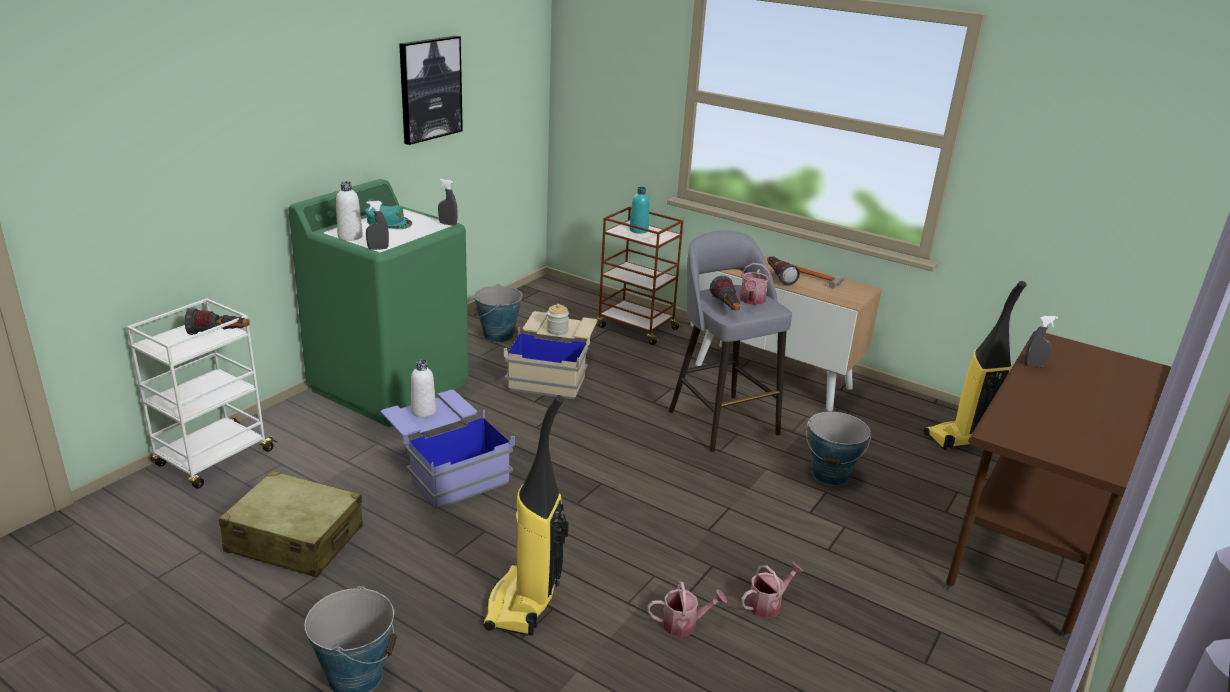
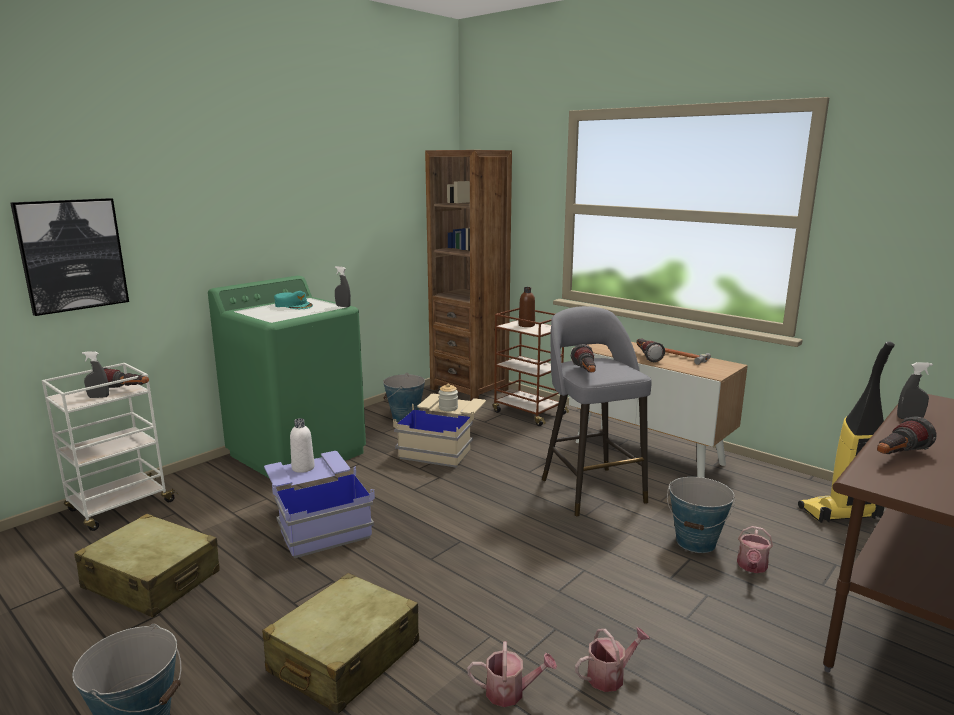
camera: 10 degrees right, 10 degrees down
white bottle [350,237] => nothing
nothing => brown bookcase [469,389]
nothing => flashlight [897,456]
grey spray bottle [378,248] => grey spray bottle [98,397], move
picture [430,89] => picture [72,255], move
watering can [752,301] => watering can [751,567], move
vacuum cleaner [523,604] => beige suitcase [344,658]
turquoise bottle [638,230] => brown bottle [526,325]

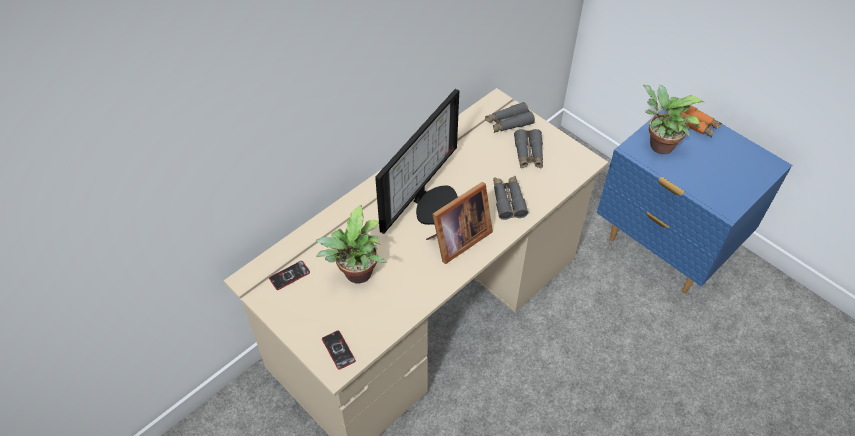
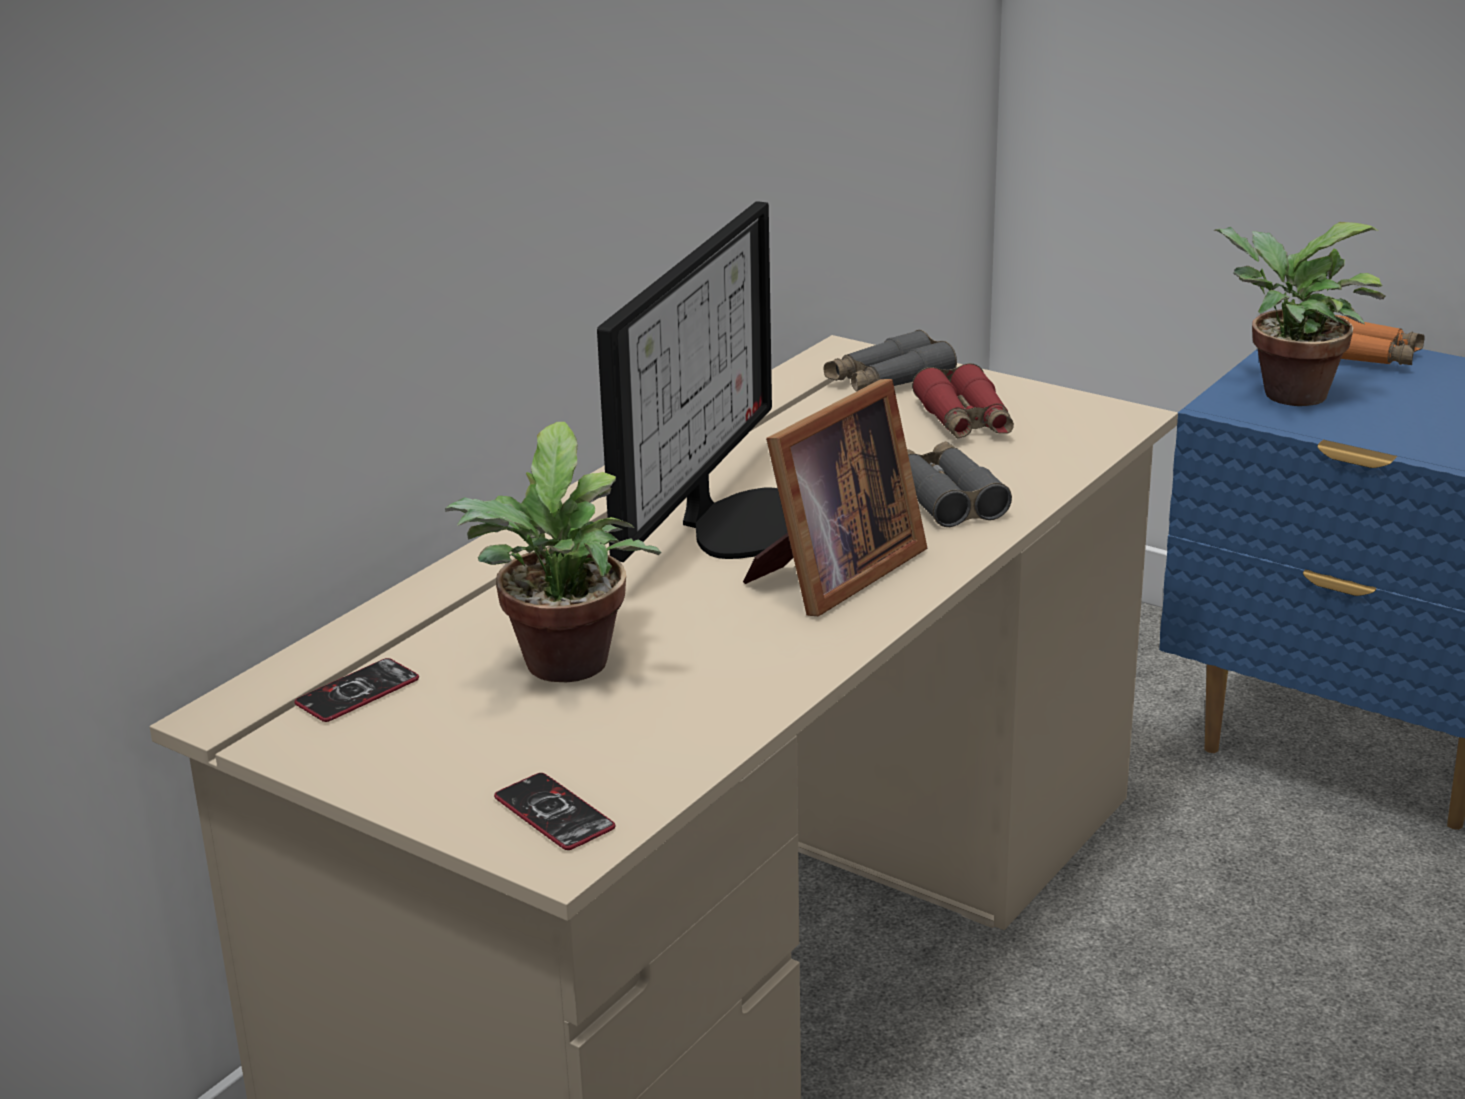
camera: 10 degrees left, 25 degrees down
grey binoculars [528,154] => red binoculars [964,421]

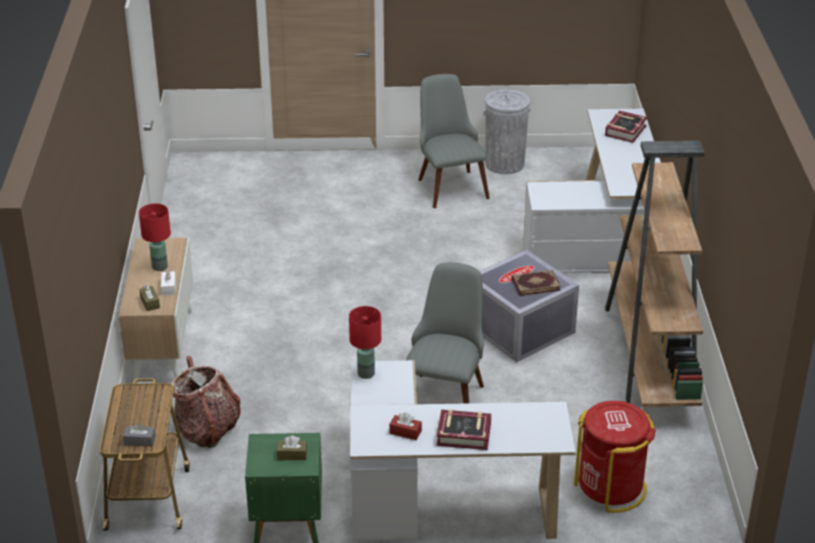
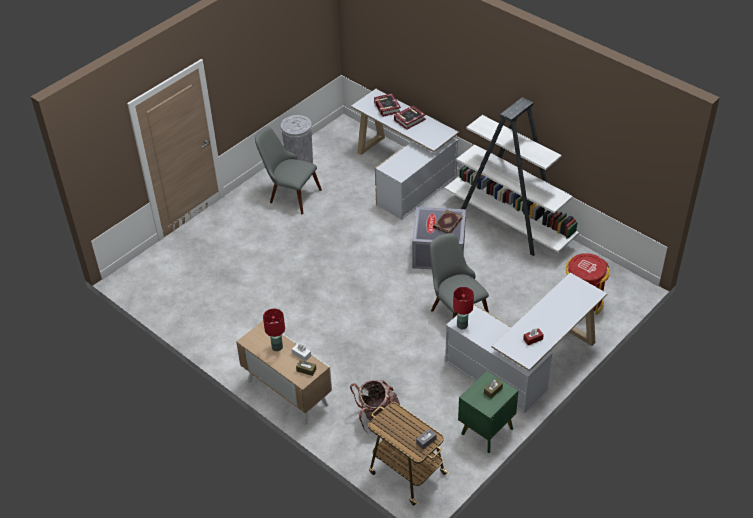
camera: 45 degrees left, 10 degrees up
book [464,434] => book [409,120], move
brown bookcase [649,354] => white bookcase [509,224]

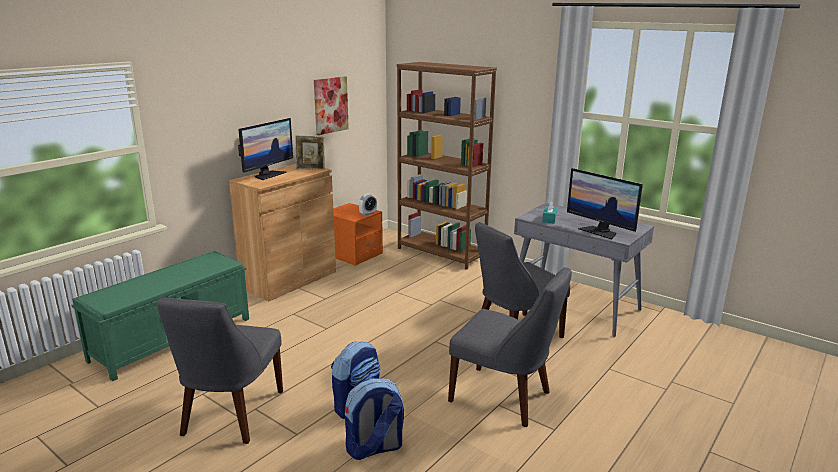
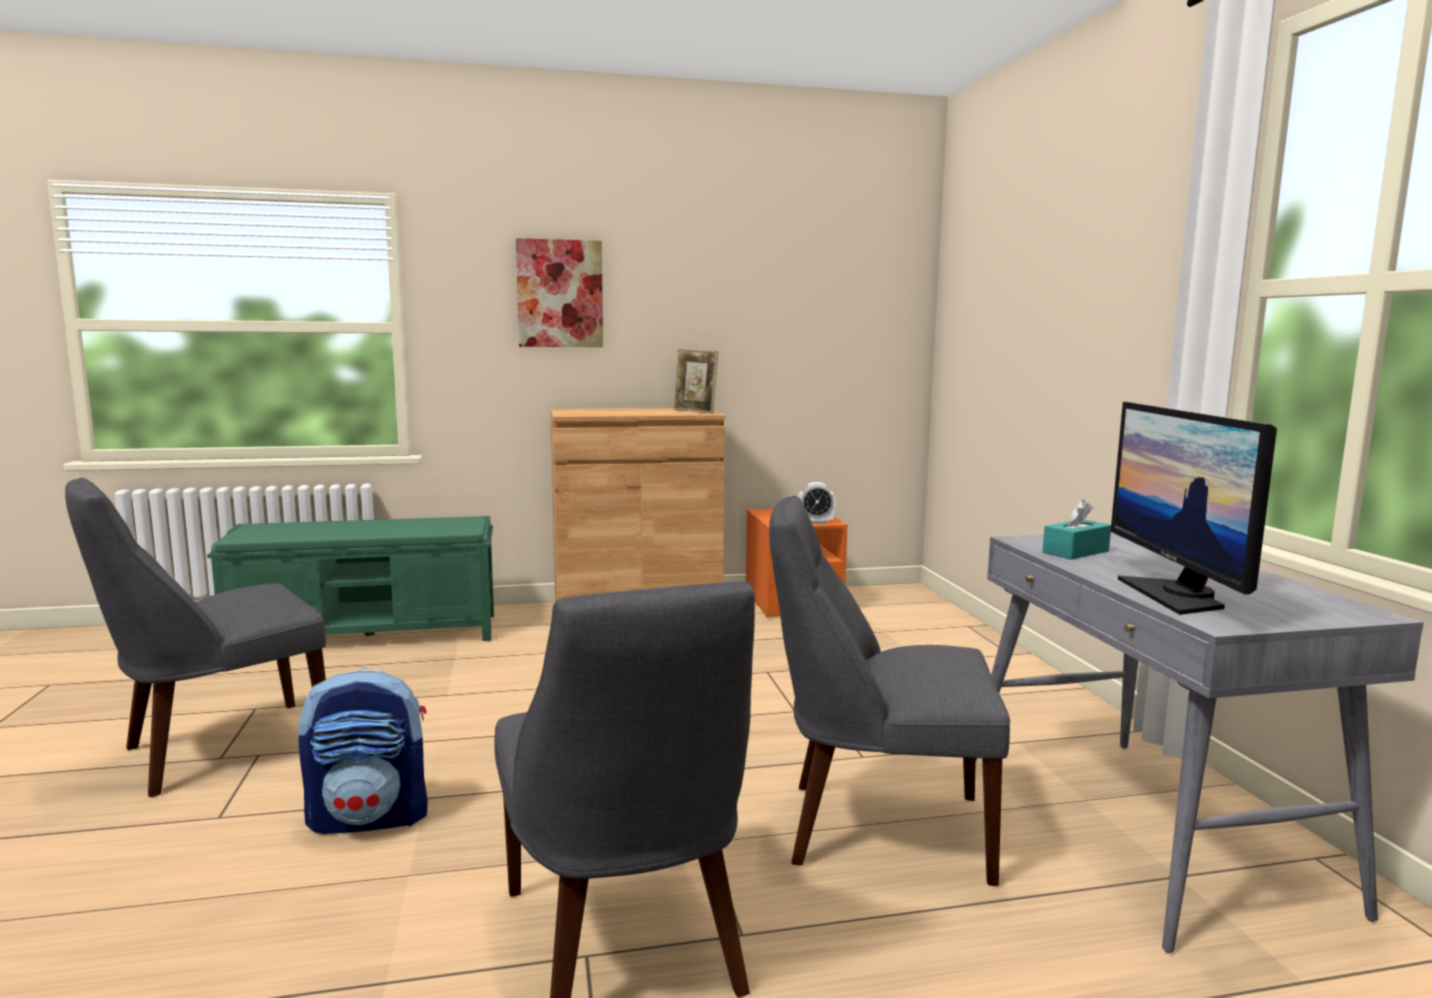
camera: 40 degrees right, 10 degrees down
monitor [268,175] => nothing
backpack [374,449] => nothing
brown bookcase [441,253] => nothing
picture [330,105] => picture [560,294], move

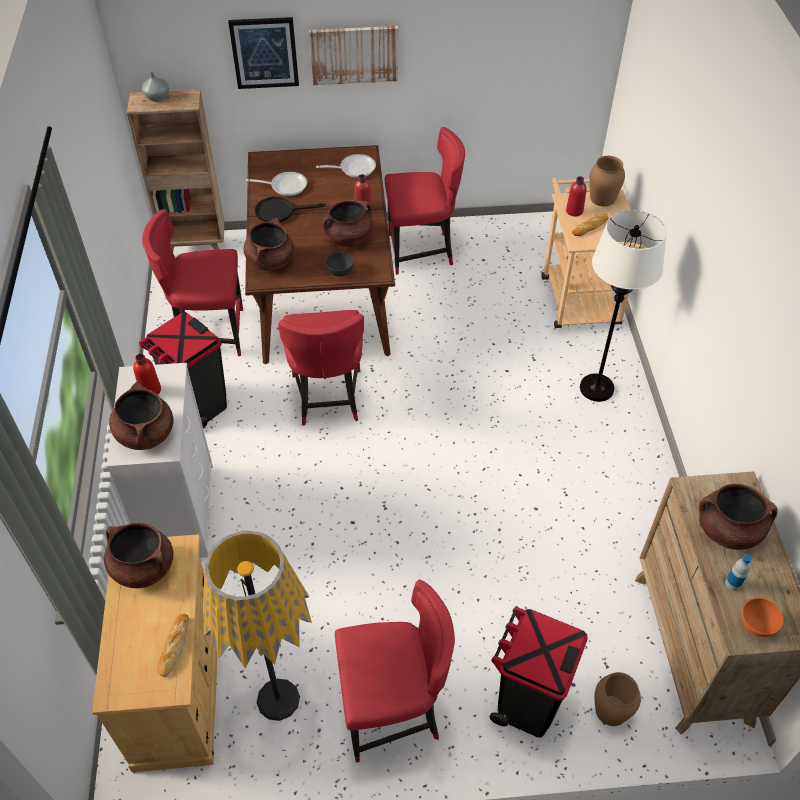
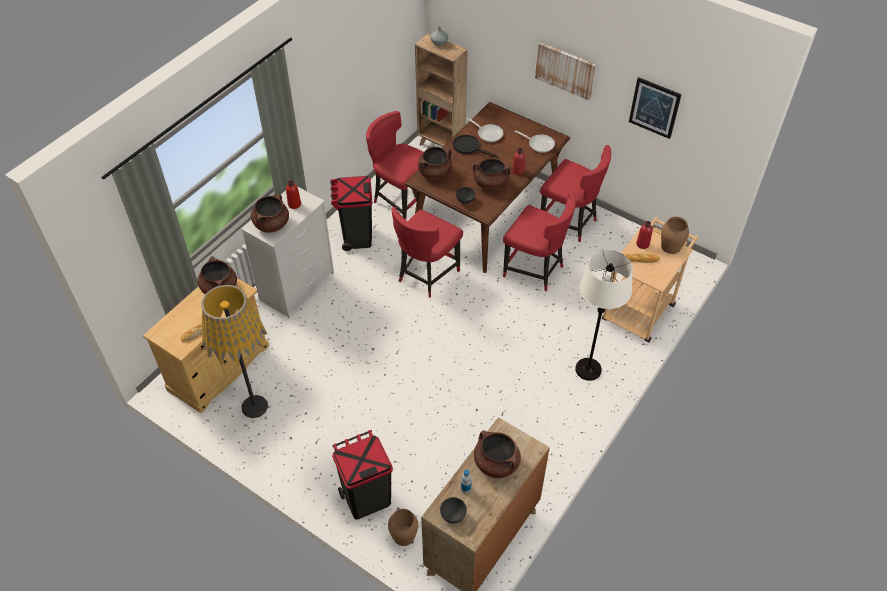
camera: 40 degrees right, 0 degrees up
picture [264,53] => picture [654,107], move
red chair [393,712] => red chair [535,270], move
orange bowl [756,625] => grey bowl [453,515]

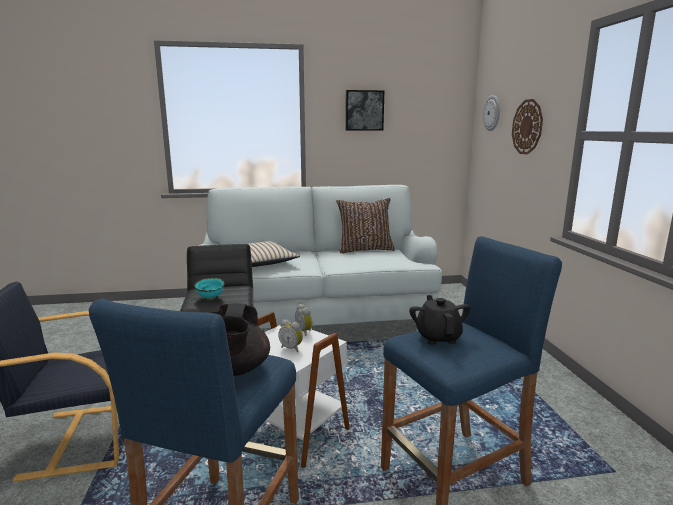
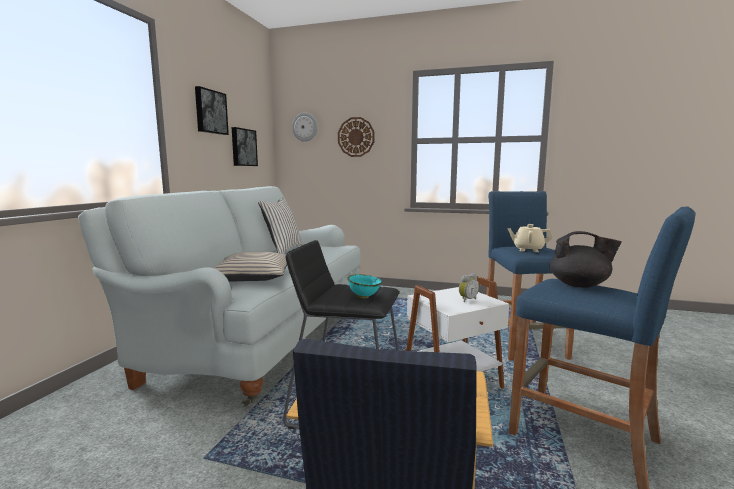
camera: 65 degrees left, 5 degrees down
alarm clock [305,331] => nothing
nothing => picture [243,147]
brown pillow [365,249] => white pillow [283,249]
black teapot [438,337] => beige teapot [528,250]

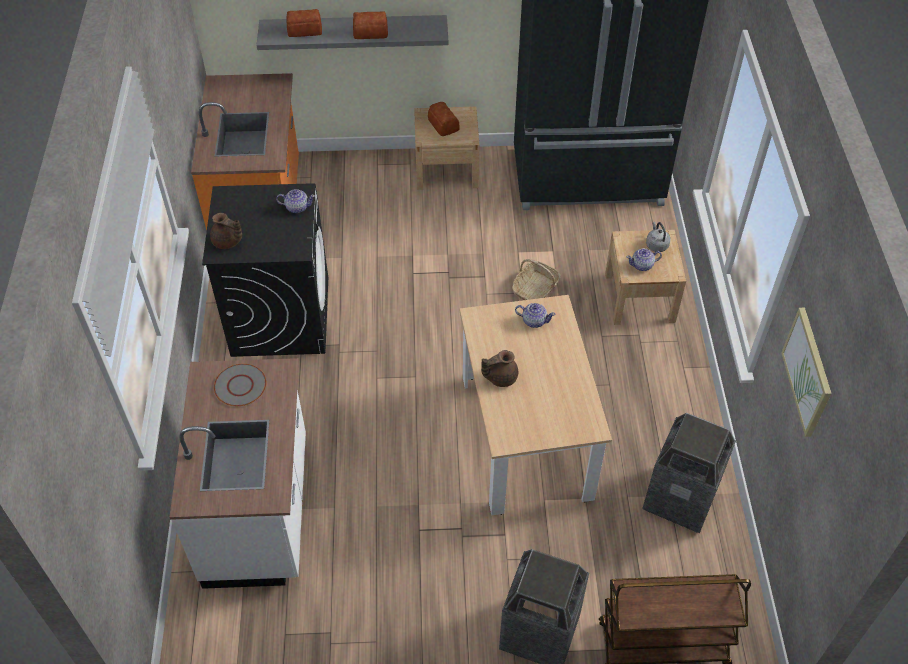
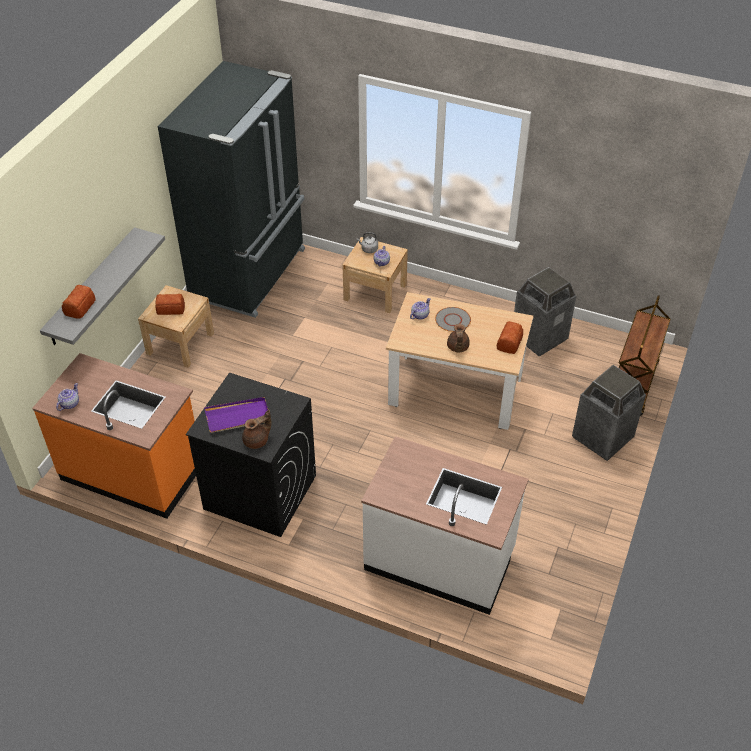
camera: 65 degrees left, 5 degrees down
basket [535,288] => nothing
picture [808,371] => nothing
nothing => purple tray [238,417]
grey plate [240,385] => grey plate [452,320], move
teapot [297,207] => teapot [69,404], move
bread [369,32] => bread [508,343], move

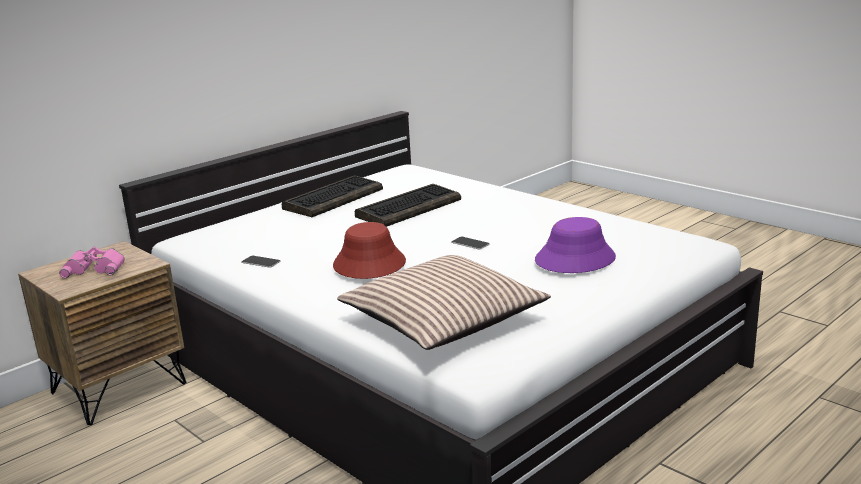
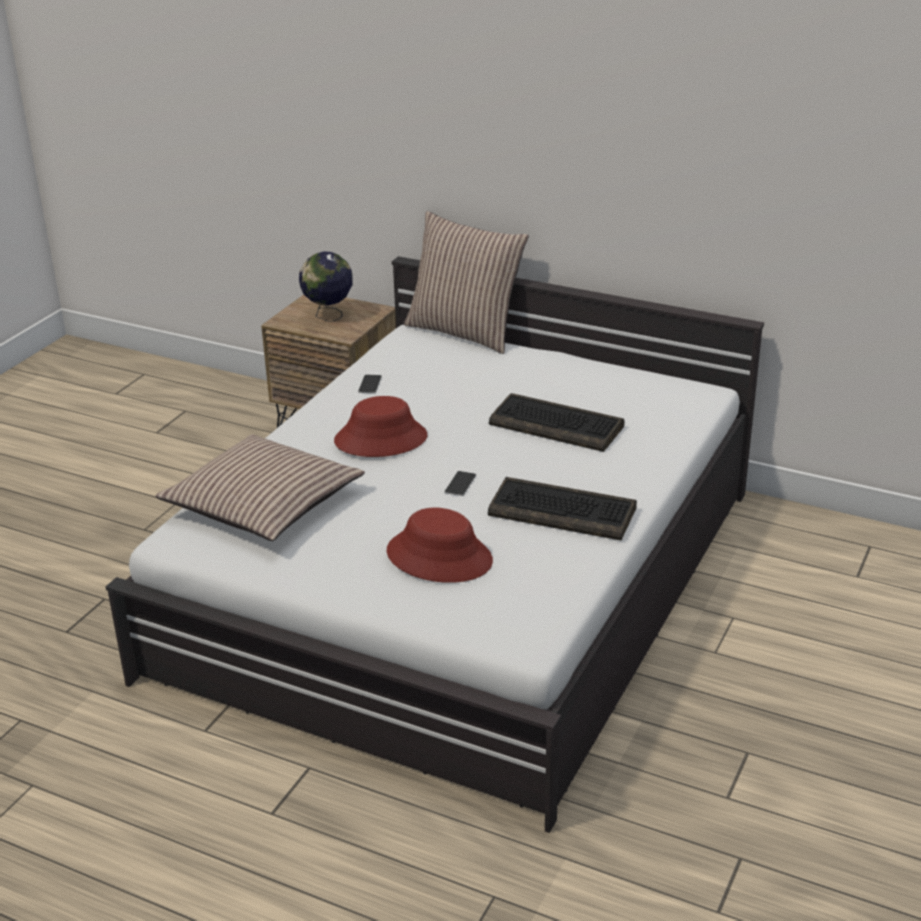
camera: 70 degrees right, 10 degrees up
nothing => pillow [465,332]
keyboard [333,198] => keyboard [564,511], move
pink binoculars [96,268] => globe [328,316]
purple hat [575,259] => red hat [439,557]

